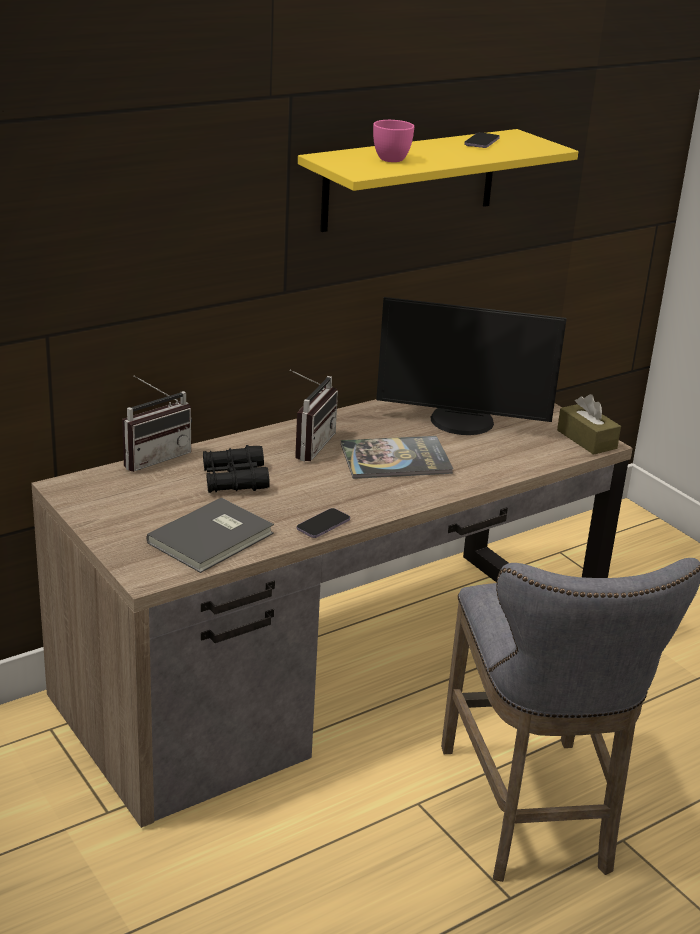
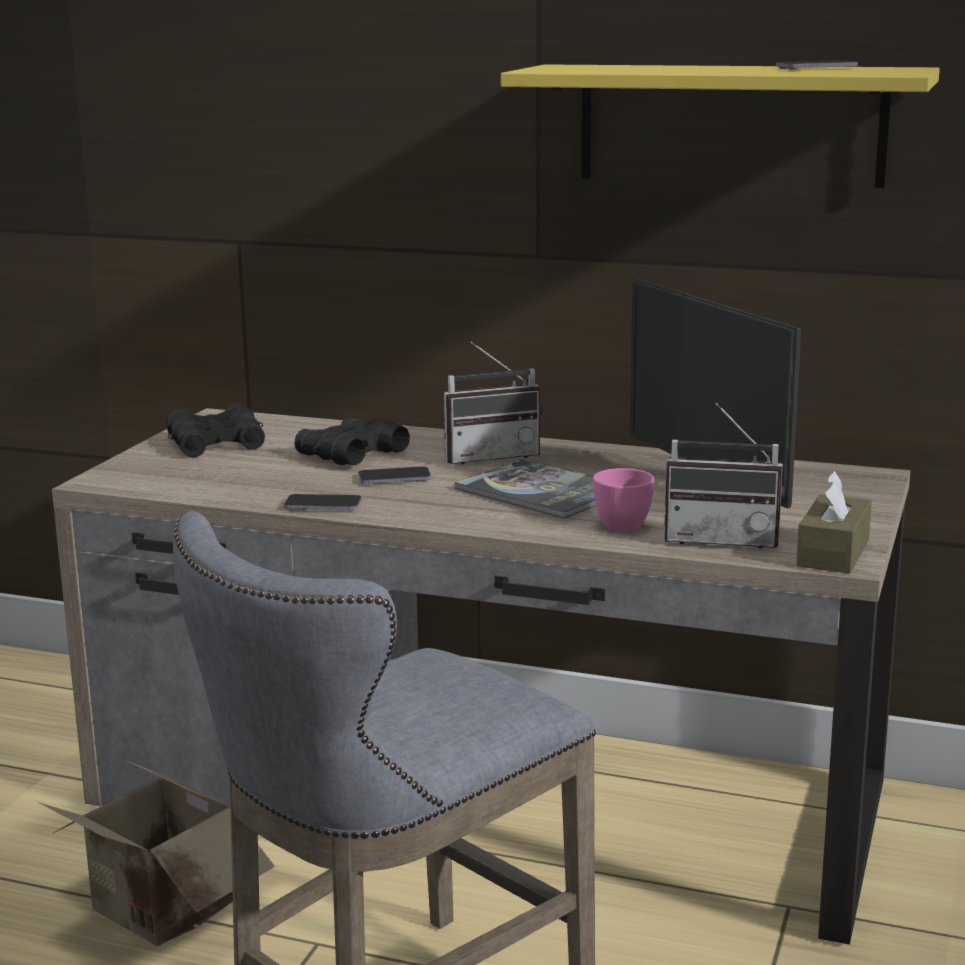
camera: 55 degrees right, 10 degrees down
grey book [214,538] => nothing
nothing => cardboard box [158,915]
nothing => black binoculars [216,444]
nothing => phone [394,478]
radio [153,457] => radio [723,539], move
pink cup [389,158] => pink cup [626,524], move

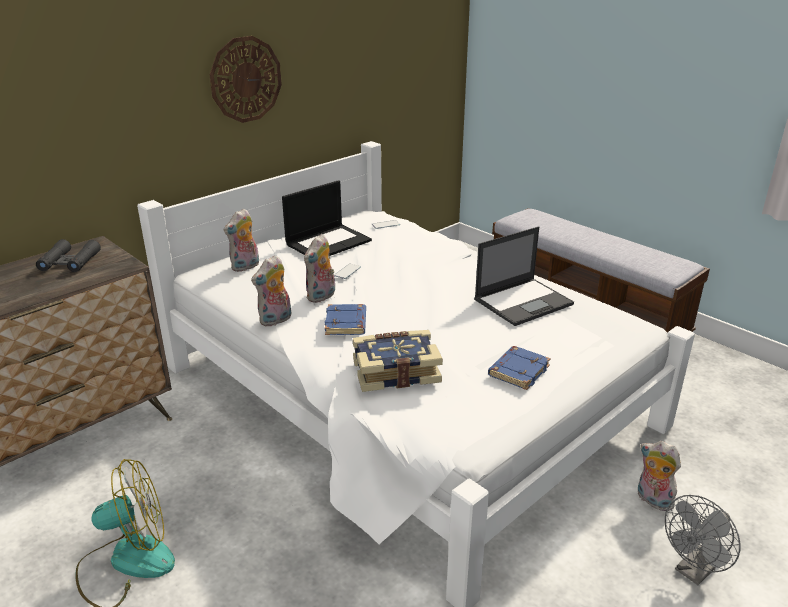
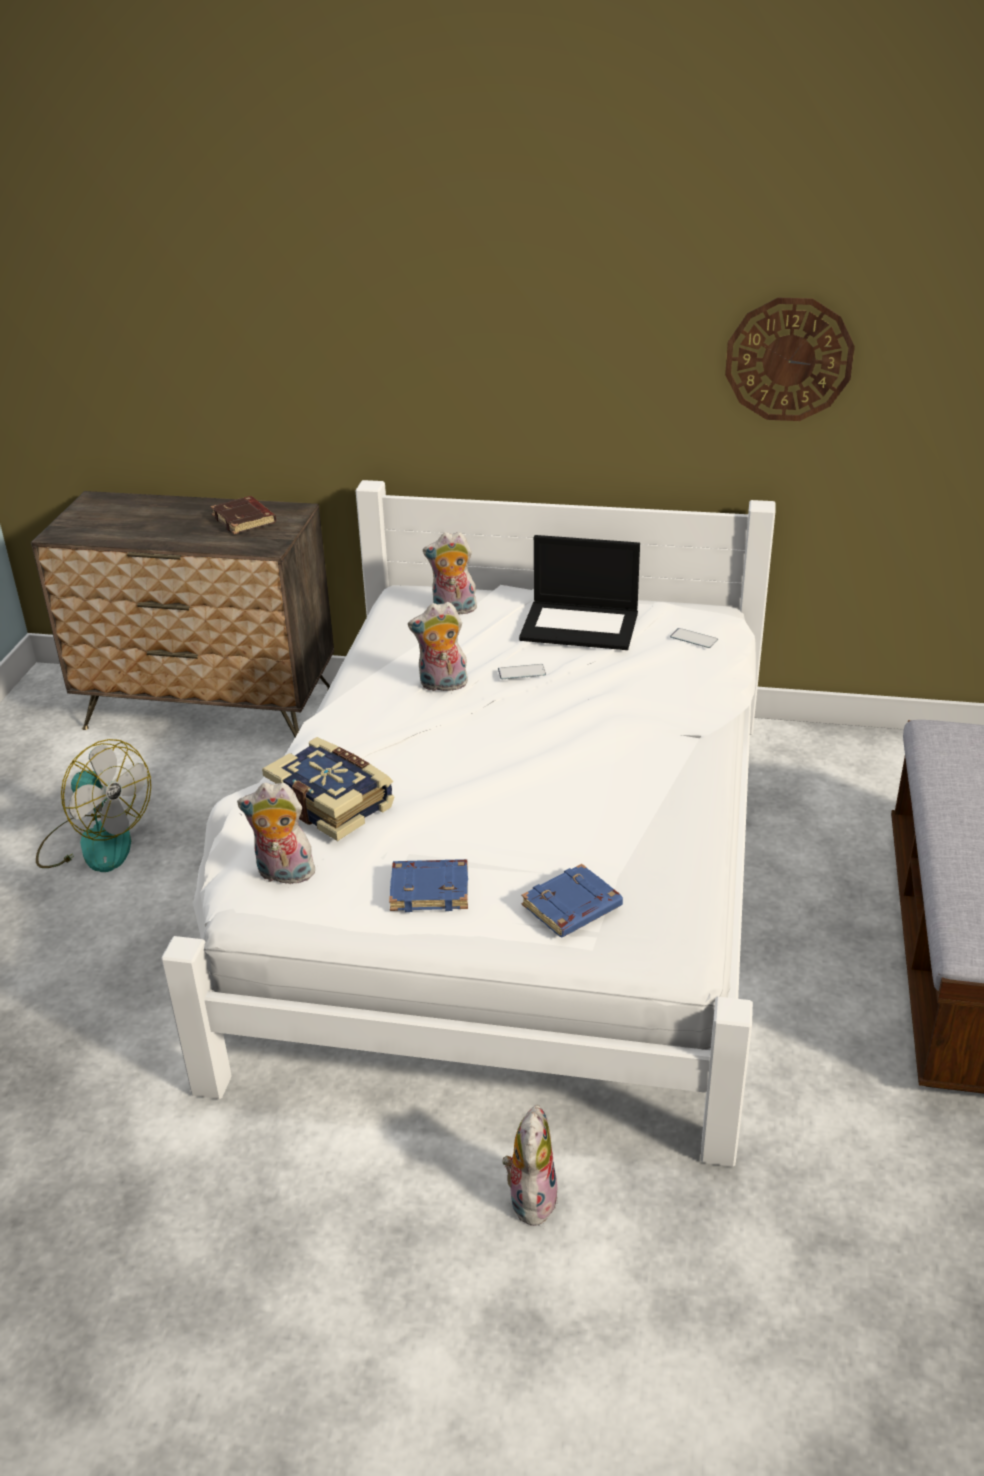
camera: 55 degrees right, 5 degrees up
laptop [524,301] => nothing
grey fan [694,571] => nothing
wall clock [245,79] => wall clock [789,359], move
plush toy [275,320] => plush toy [283,875], move
blue book [346,324] => blue book [572,908], move
black binoculars [70,262] => brown book [245,520]

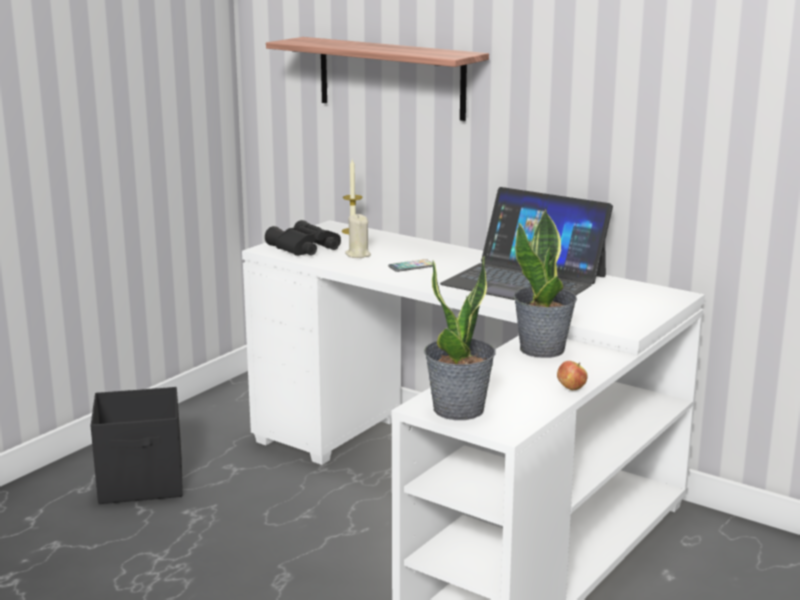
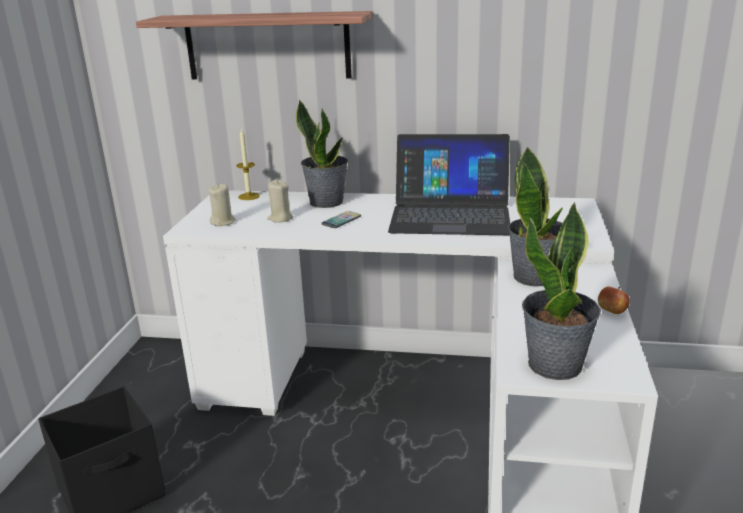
camera: 25 degrees left, 5 degrees up
nothing => potted plant [326,202]
black binoculars [304,249] => beige candle [223,222]

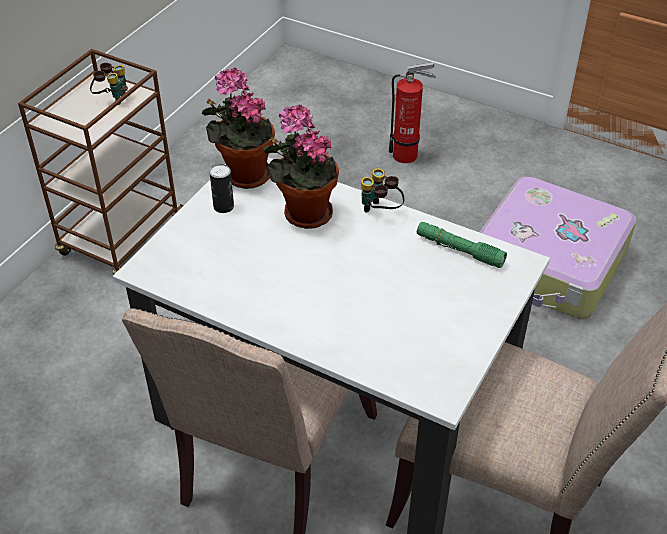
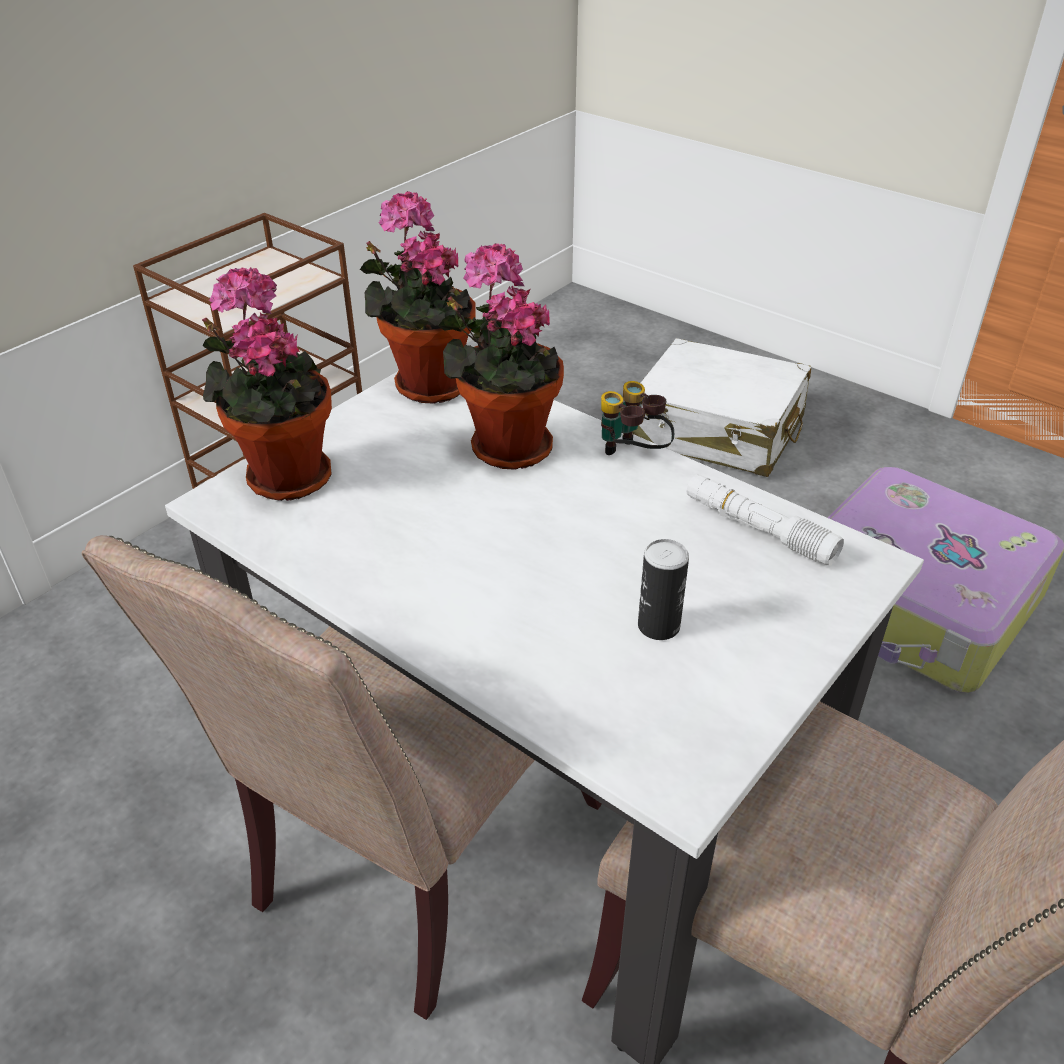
camera: 10 degrees right, 5 degrees down
binoculars [112,98] => nothing
nothing => potted plant [283,474]
can [223,206] => can [658,626], move
fire extinguisher [408,155] => white suitcase [717,431]
green flashlight [459,250] => white flashlight [758,529]

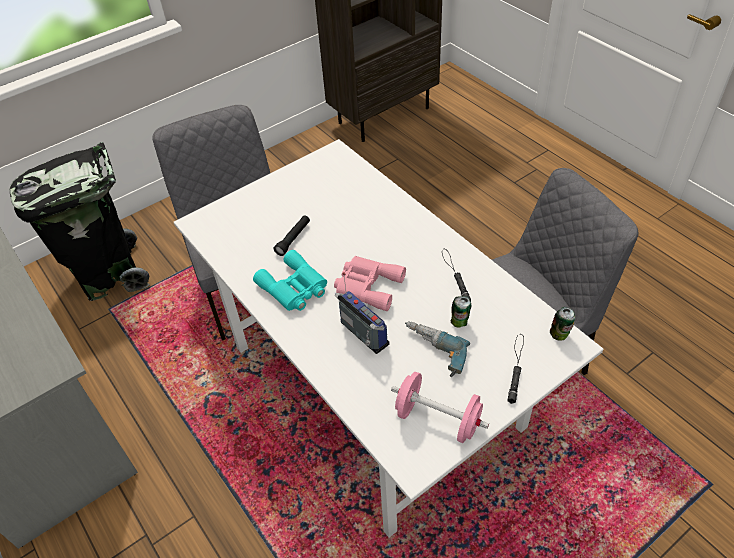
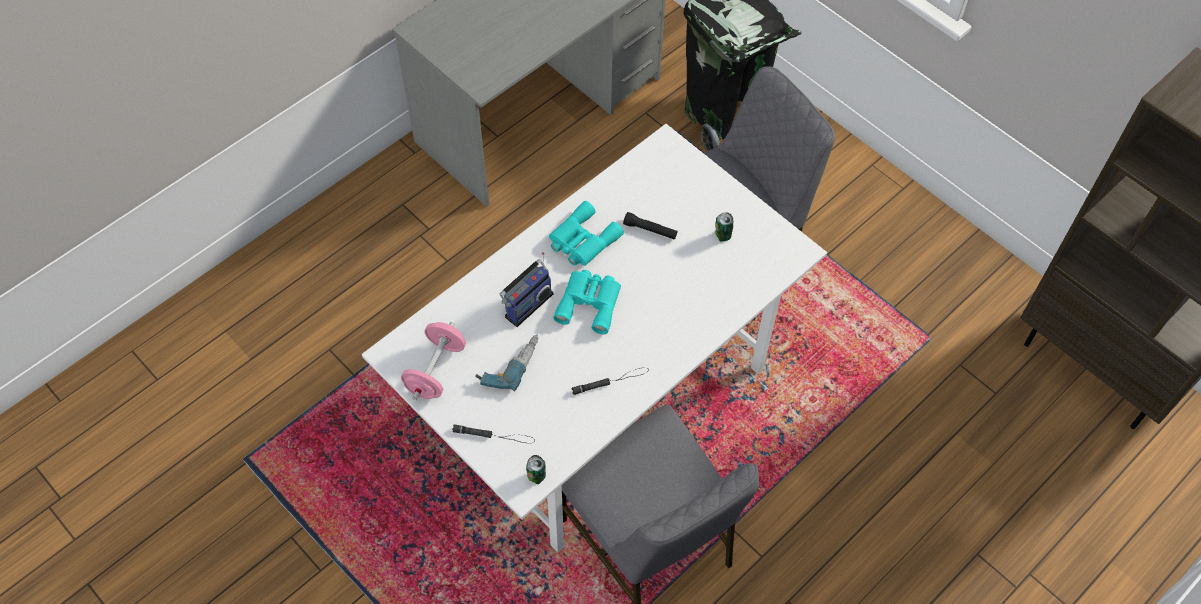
camera: 80 degrees right, 10 degrees up
can [459,322] => can [722,236], move
pink binoculars [367,285] => turquoise binoculars [590,302]

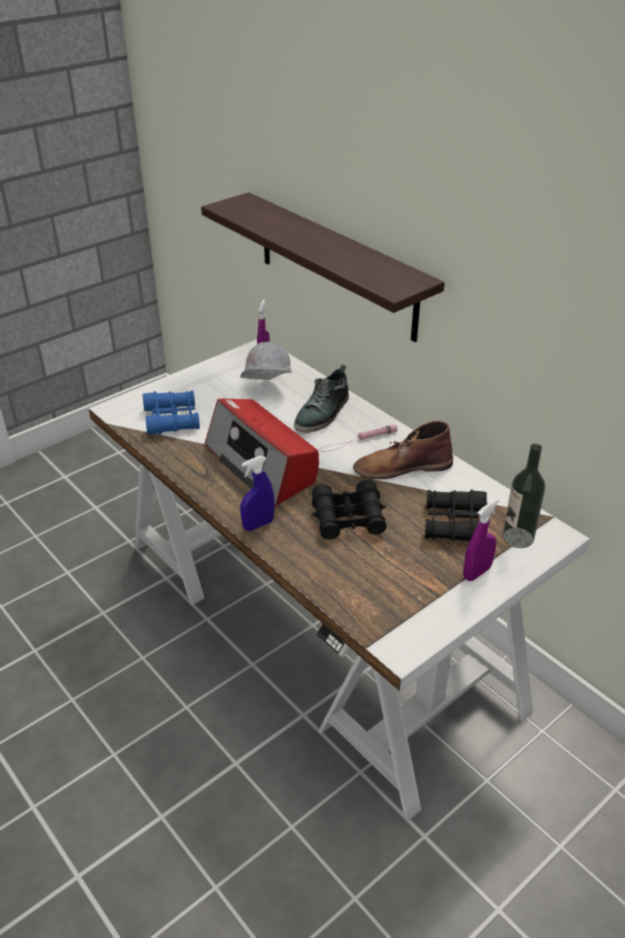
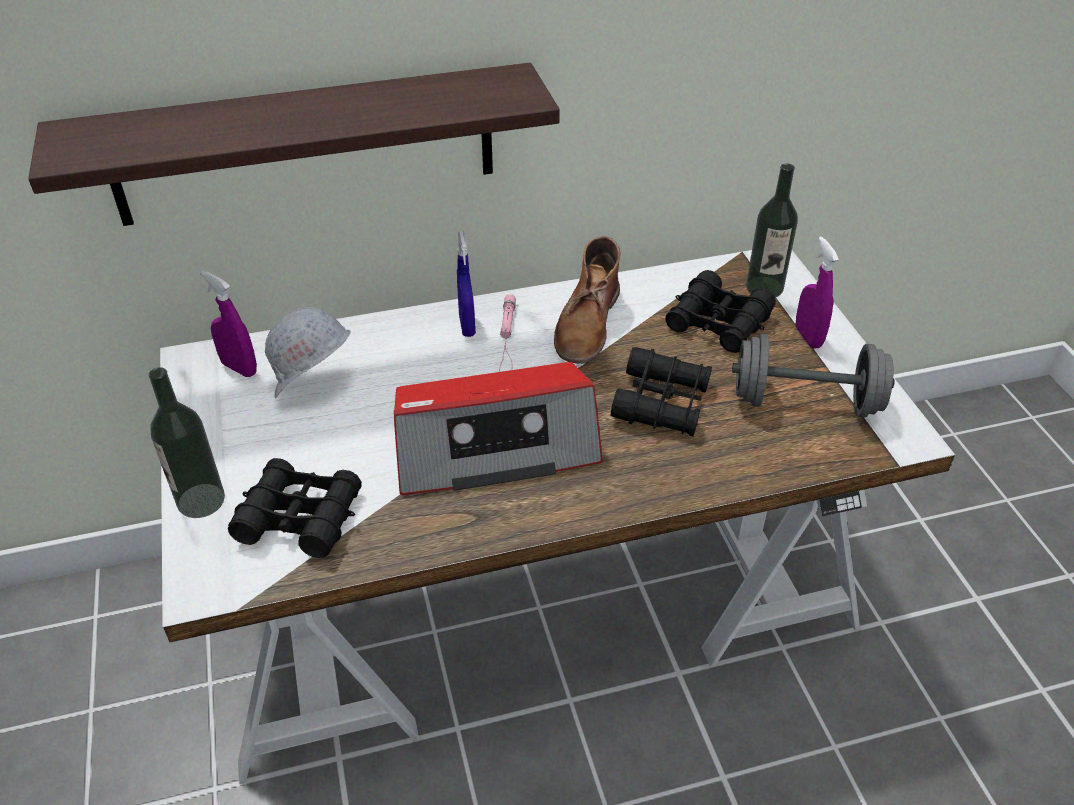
camera: 65 degrees left, 5 degrees up
shoe [323,413] => nothing
nothing => bottle [201,500]
nothing => grey dumbbell [805,402]
blue spray bottle [258,525] => blue spray bottle [467,326], move
blue binoculars [172,419] => black binoculars [300,517]

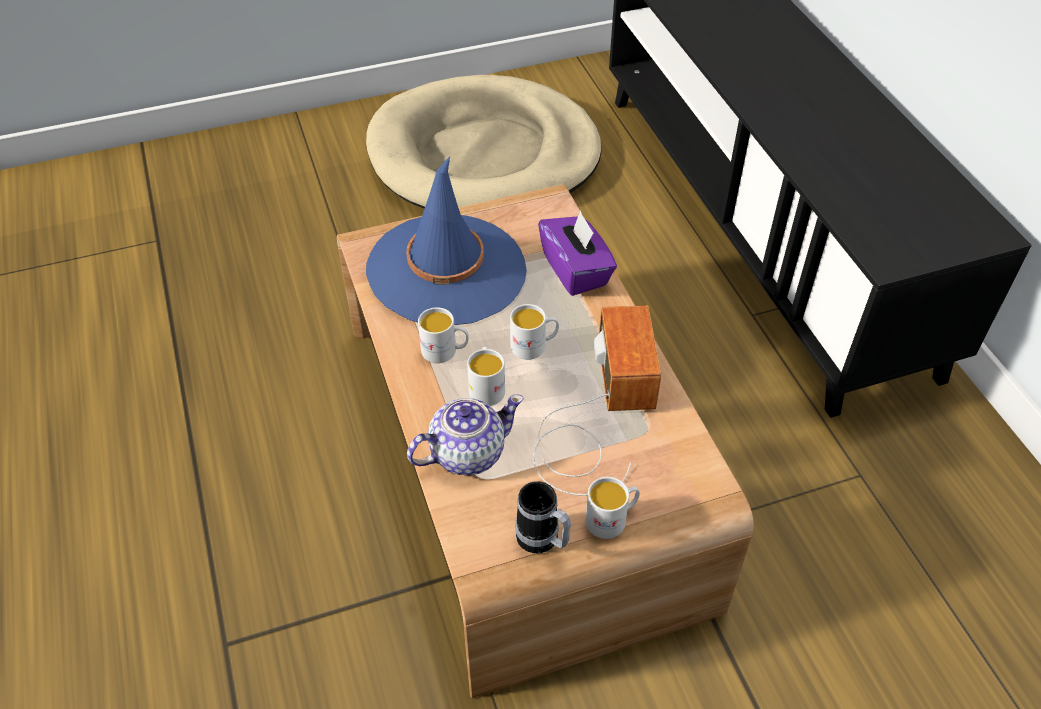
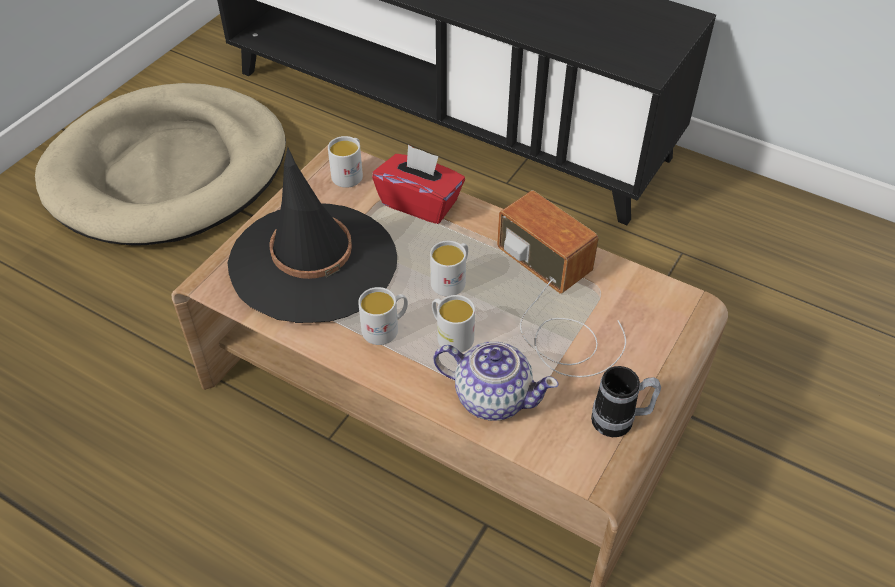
camera: 40 degrees left, 0 degrees up
white mug [612,519] => white mug [350,173], move
blue hat [447,270] => black hat [313,262]
purple tissue box [576,270] => red tissue box [420,203]
teapot [466,453] => teapot [492,396], 90 degrees clockwise

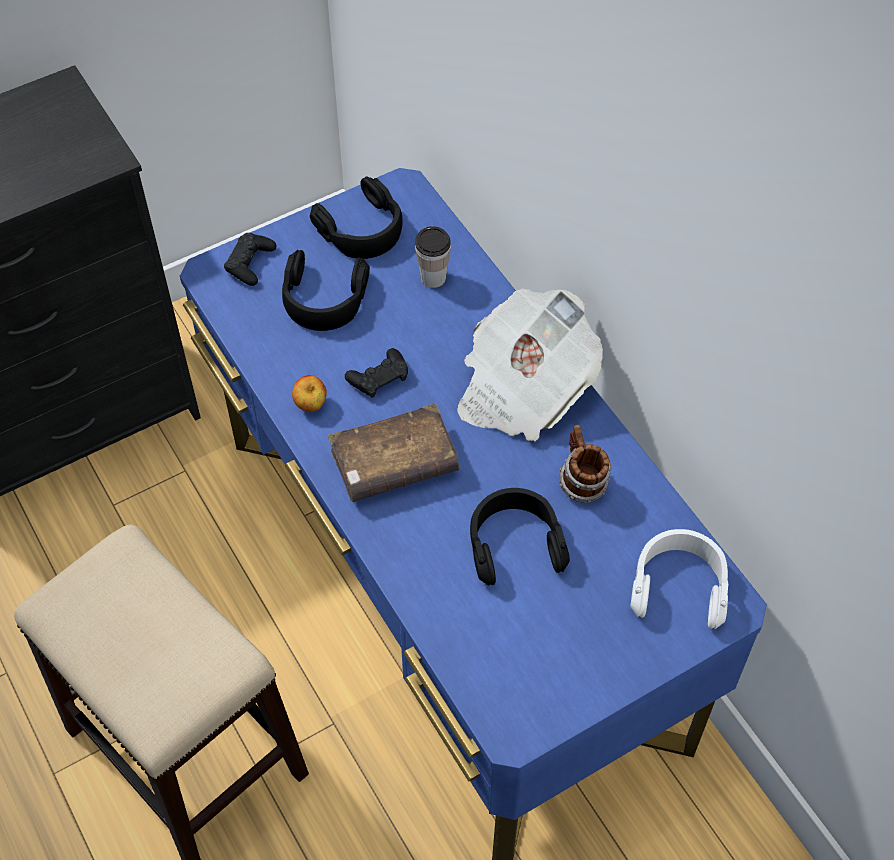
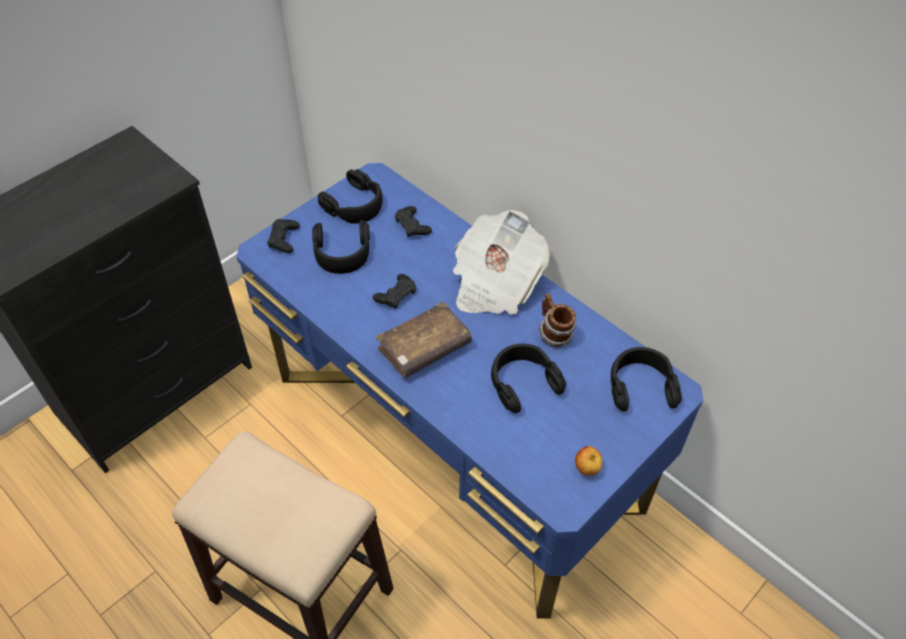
camera: 15 degrees left, 5 degrees down
apple [311,405] => apple [587,469], move
cup [433,277] => black game controller [412,226]
white headphones [679,585] => black headphones [641,386]

